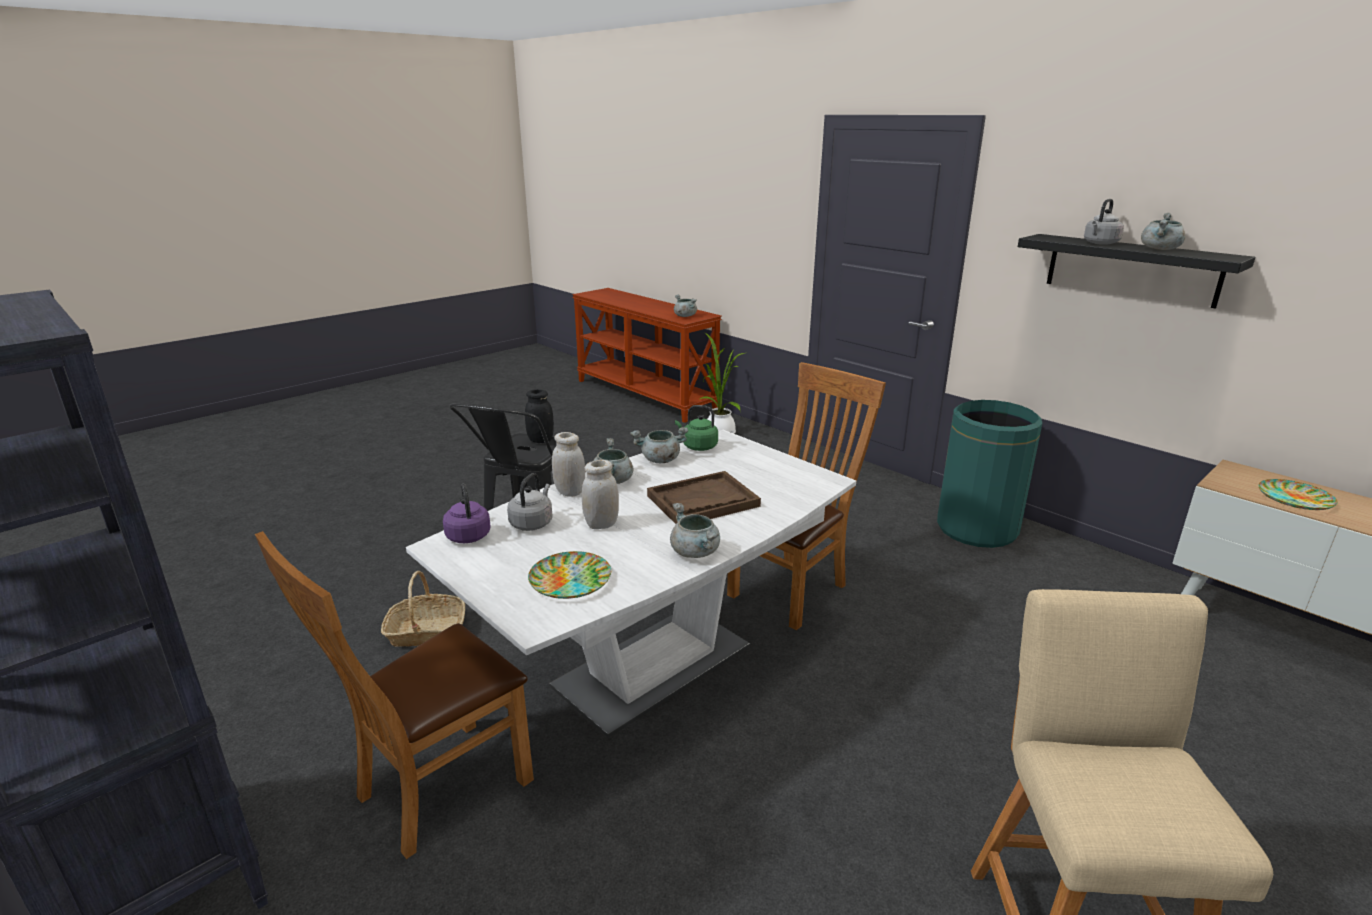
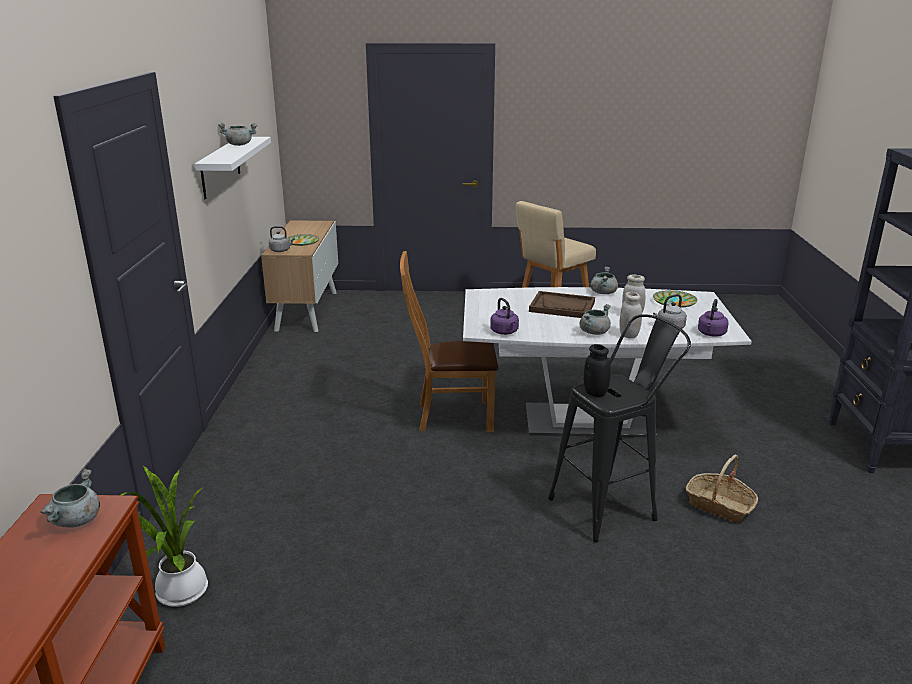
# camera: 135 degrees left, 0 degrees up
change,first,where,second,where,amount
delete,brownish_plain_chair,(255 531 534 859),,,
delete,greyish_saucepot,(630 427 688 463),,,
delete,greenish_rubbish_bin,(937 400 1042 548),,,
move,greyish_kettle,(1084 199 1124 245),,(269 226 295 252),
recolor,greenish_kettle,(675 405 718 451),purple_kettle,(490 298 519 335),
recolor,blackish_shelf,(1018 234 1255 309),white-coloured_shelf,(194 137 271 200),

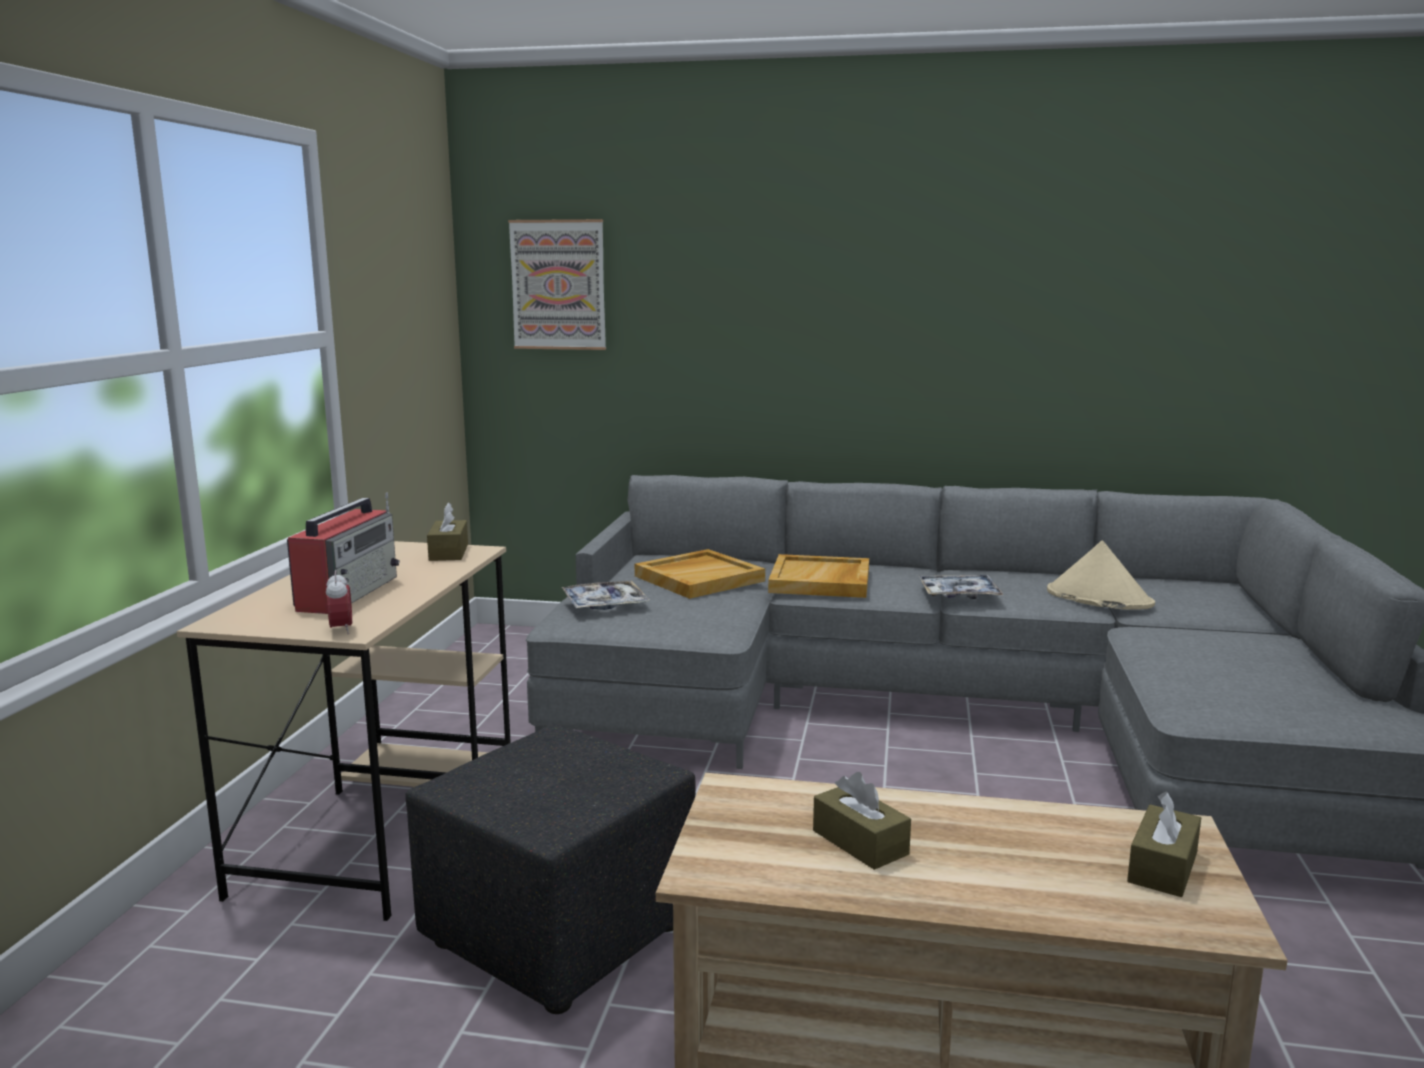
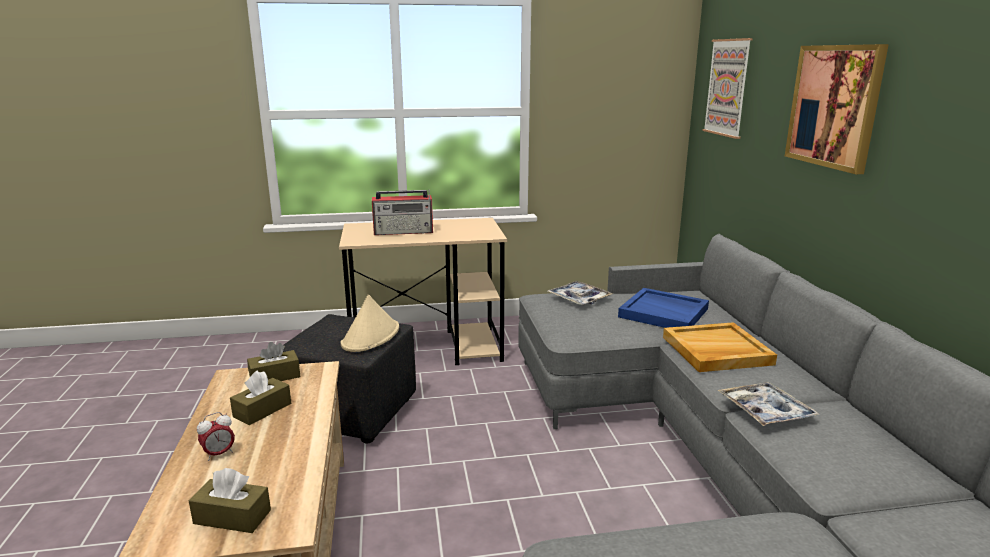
# camera: 70 degrees right, 5 degrees up
change,first,where,second,where,amount
insert,,,wall_art,(785 44 889 174),
move,alarm_clock,(326 570 352 635),,(197 412 235 461),
move,brownish_tissue_box,(427 502 468 561),,(247 342 300 381),
move,beige_clothing_hat,(1047 541 1155 610),,(341 295 399 352),
recolor,beige_serving_tray,(635 549 765 599),blue_serving_tray,(618 288 709 328),

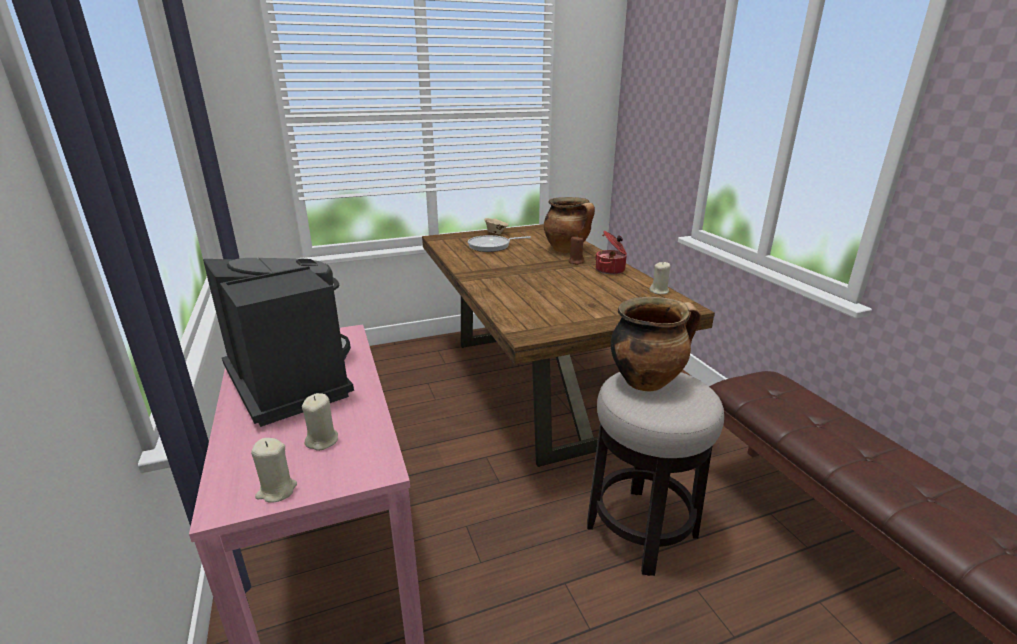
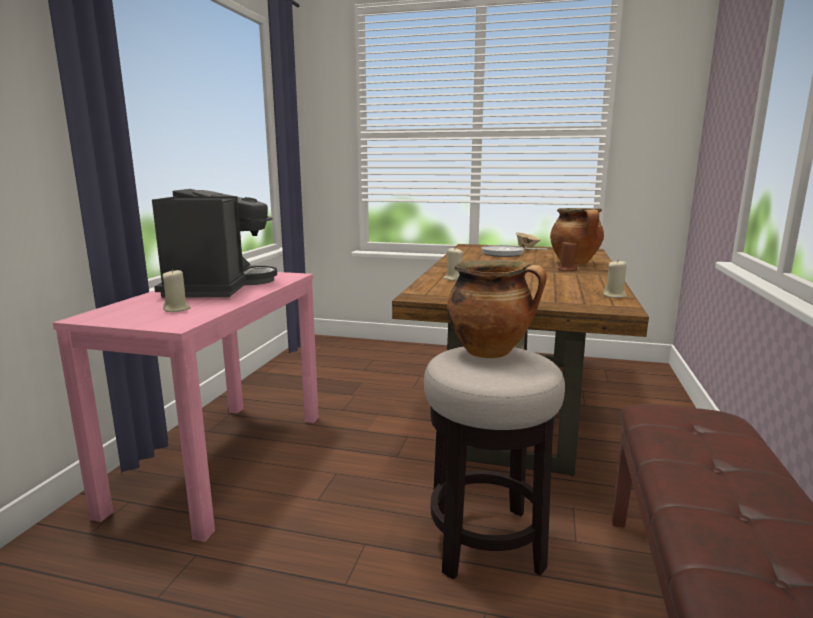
# camera: 35 degrees right, 10 degrees down
change,first,where,second,where,amount
delete,saucepot,(595 231 627 274),,,
move,beige_wax_candle,(251 438 297 503),,(443 247 463 281),

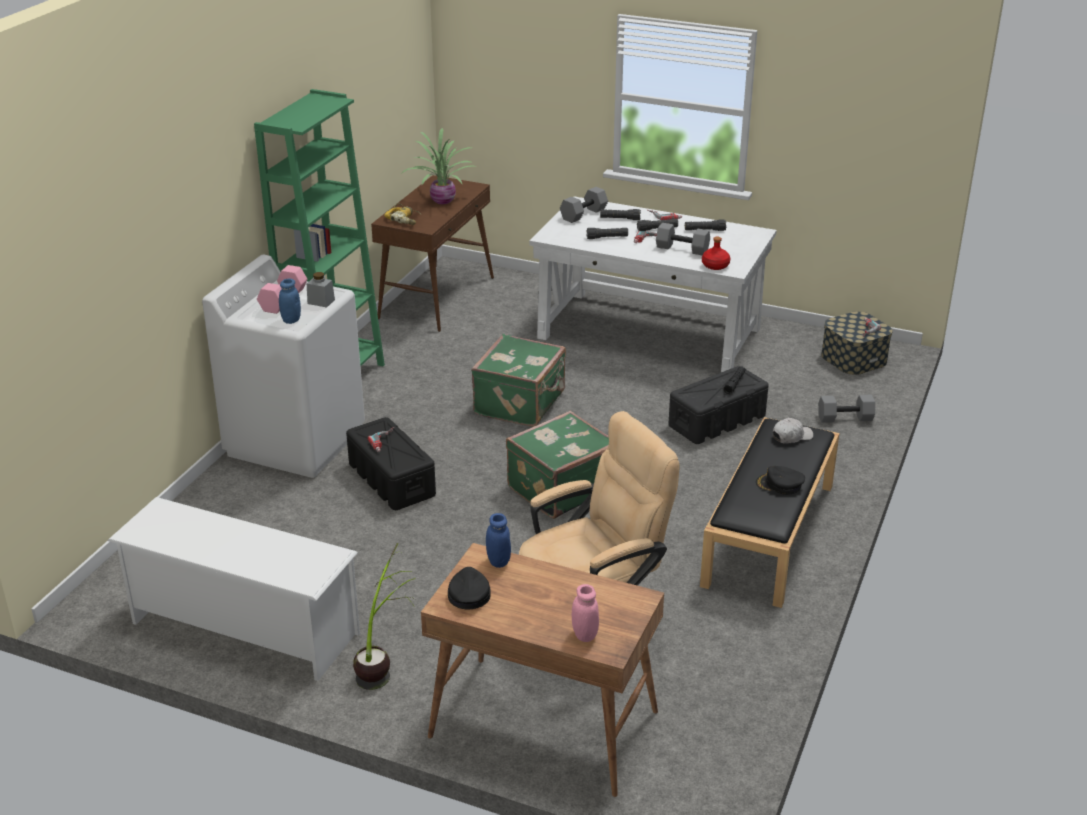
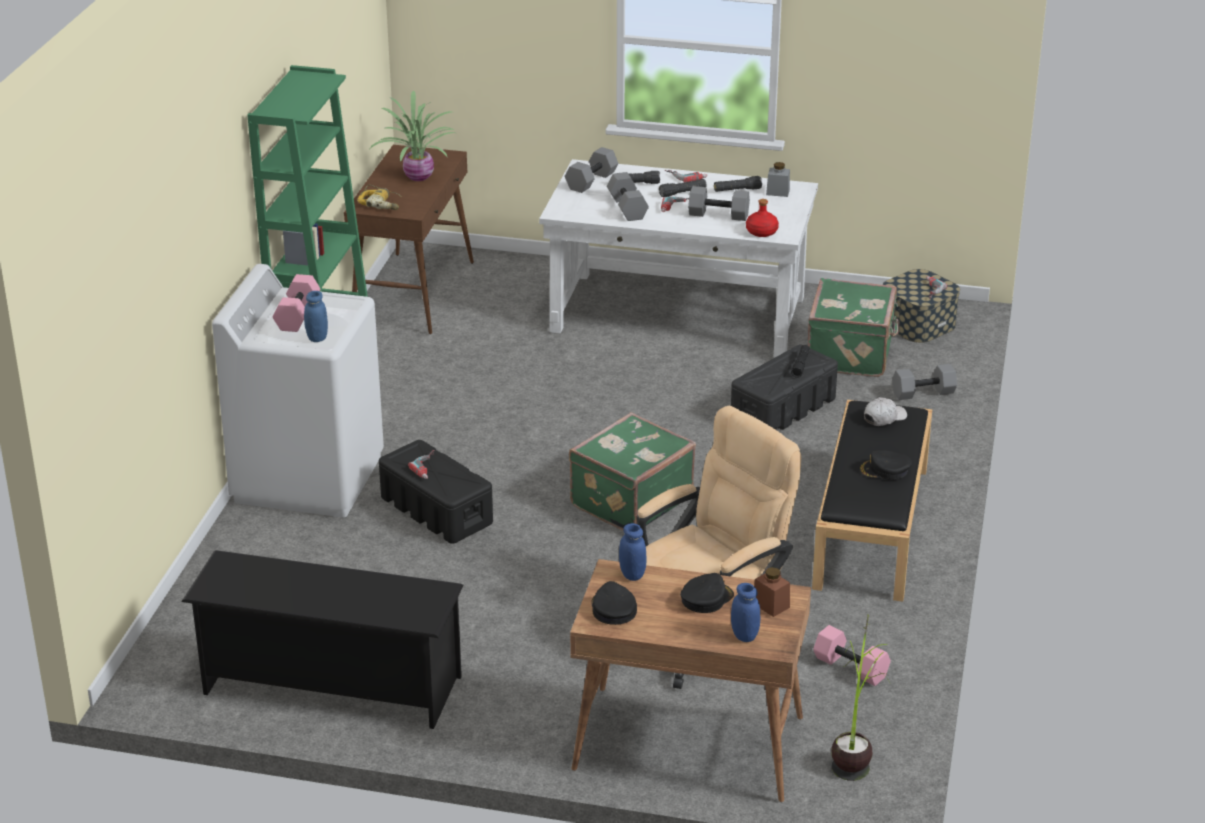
# camera: 10 degrees left, 0 degrees up
change,first,where,second,where,amount
insert,,,blackish_cap,(680 573 734 613),
insert,,,brownish_jar,(754 567 790 617),
insert,,,pink-coloured_hand_weight,(813 625 891 686),
move,greyish_jar,(307 272 335 308),,(766 162 790 197),
move,houseplant,(353 543 416 690),,(831 614 888 781),
move,greenish_suitcase,(471 334 566 427),,(808 278 900 377),
replace,blackish_flashlight,(586 228 628 239),greyish_hand_weight,(607 172 649 221),
recolor,white-coloured_shoe_rack,(107 497 360 681),blackish_shoe_rack,(181 550 464 729),
recolor,pink-coloured_jar,(572 584 599 642),blue_jar,(731 583 760 642),

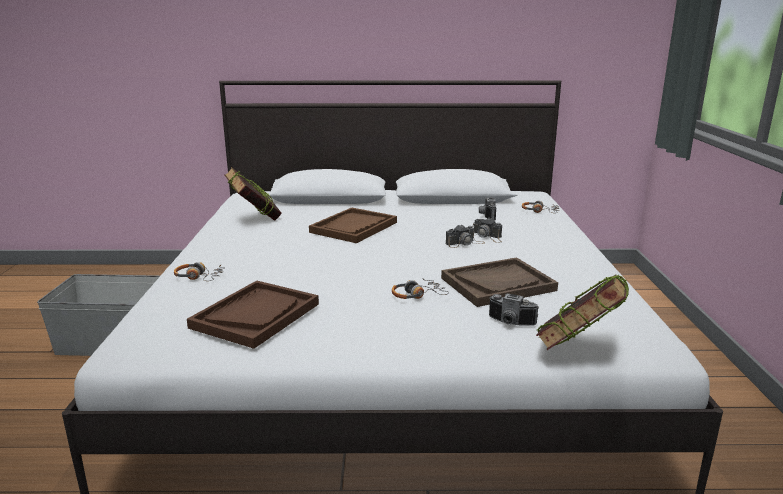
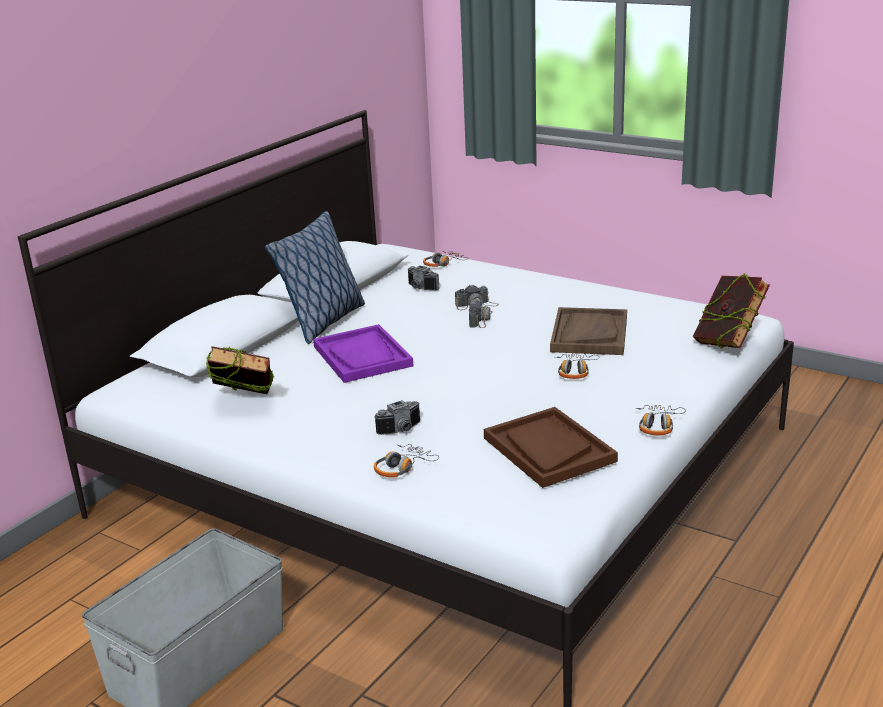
# camera: 55 degrees left, 5 degrees up
change,first,where,second,where,amount
insert,,,cushion,(265 211 365 344),
insert,,,pair_of_headphones,(635 405 686 435),
move,photo_camera,(489 293 539 326),,(374 400 420 435),
recolor,brownish_serving_tray,(309 208 397 243),purple_serving_tray,(313 324 414 383),

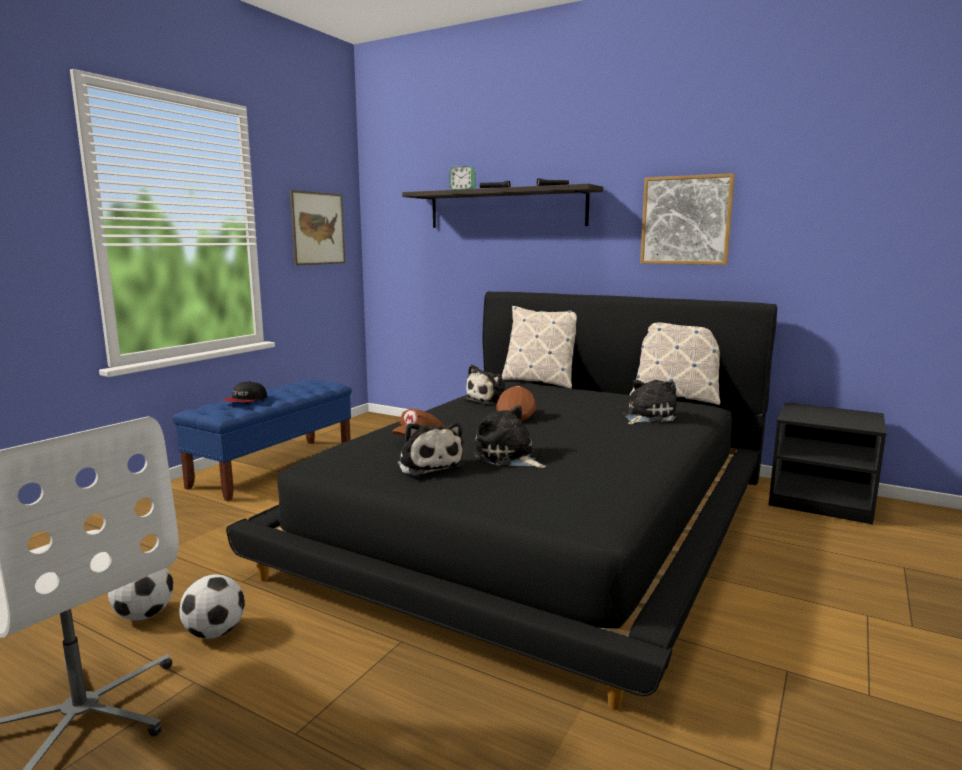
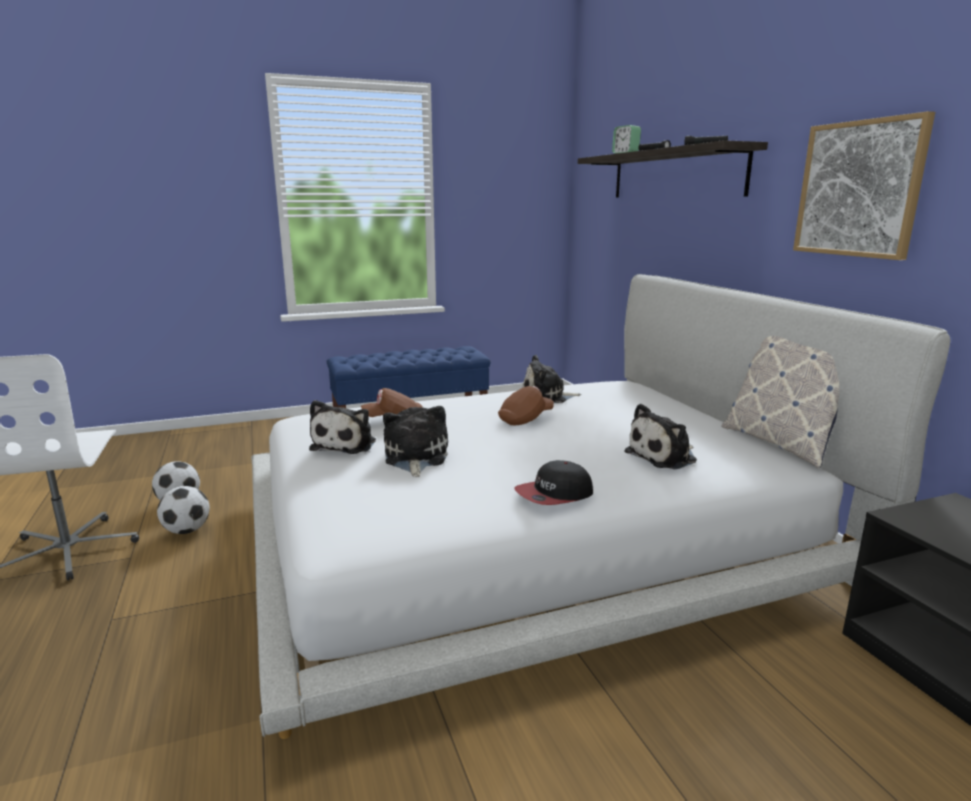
# camera: 40 degrees right, 5 degrees up
change,first,where,second,where,amount
delete,wall_art,(290 190 345 266),,,
delete,cushion,(502 306 577 389),,,
move,cap,(223 381 267 402),,(514 460 593 505),
recolor,blackish_sleeping_bed,(226 291 777 710),white-coloured_sleeping_bed,(251 274 950 739),
rotate,cuddly_toy,(623 380 678 424),,(624 404 697 469),150 degrees clockwise

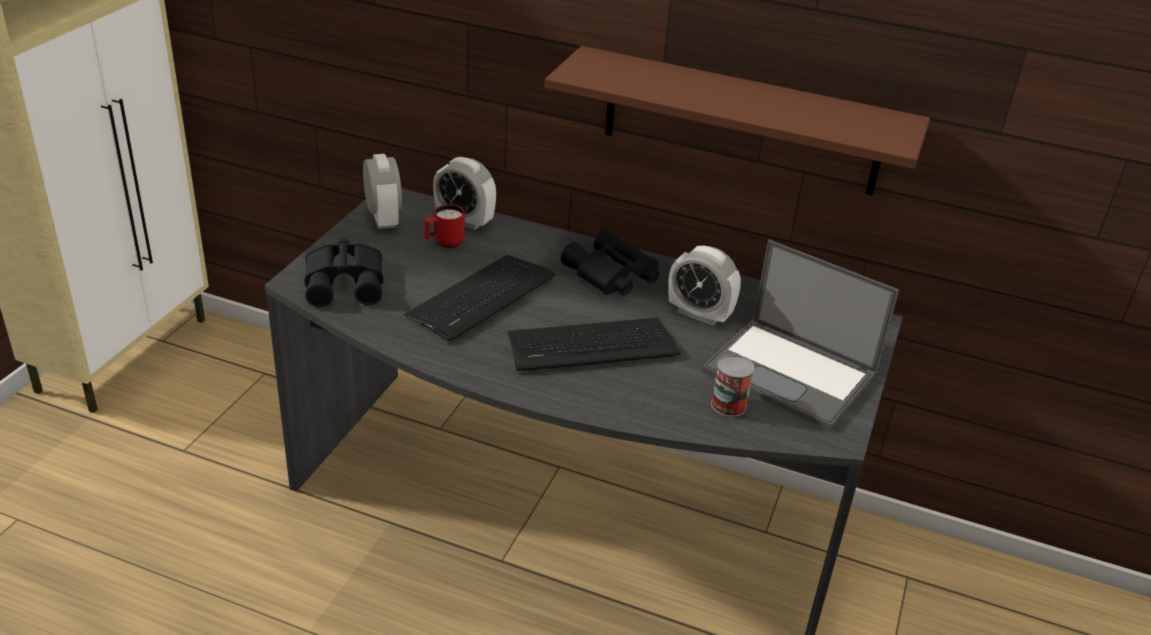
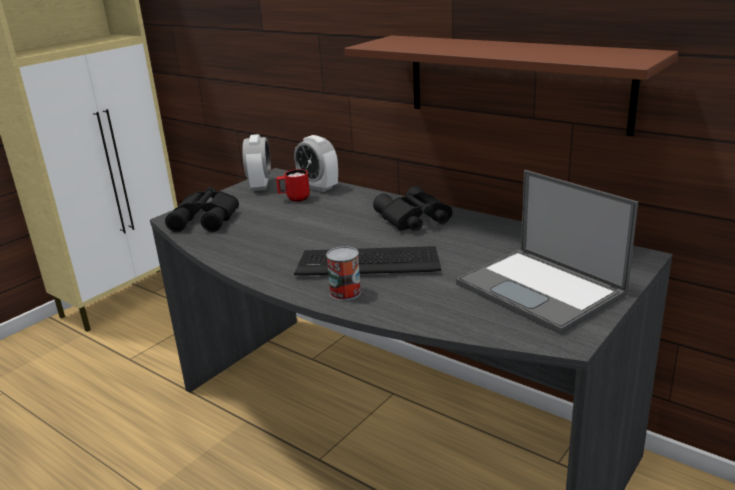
# camera: 20 degrees right, 10 degrees down
change,first,where,second,where,amount
delete,computer_keyboard,(404 255 555 341),,,
delete,alarm_clock,(668 246 741 326),,,
move,metal_can,(711 355 754 417),,(326 246 361 301),

